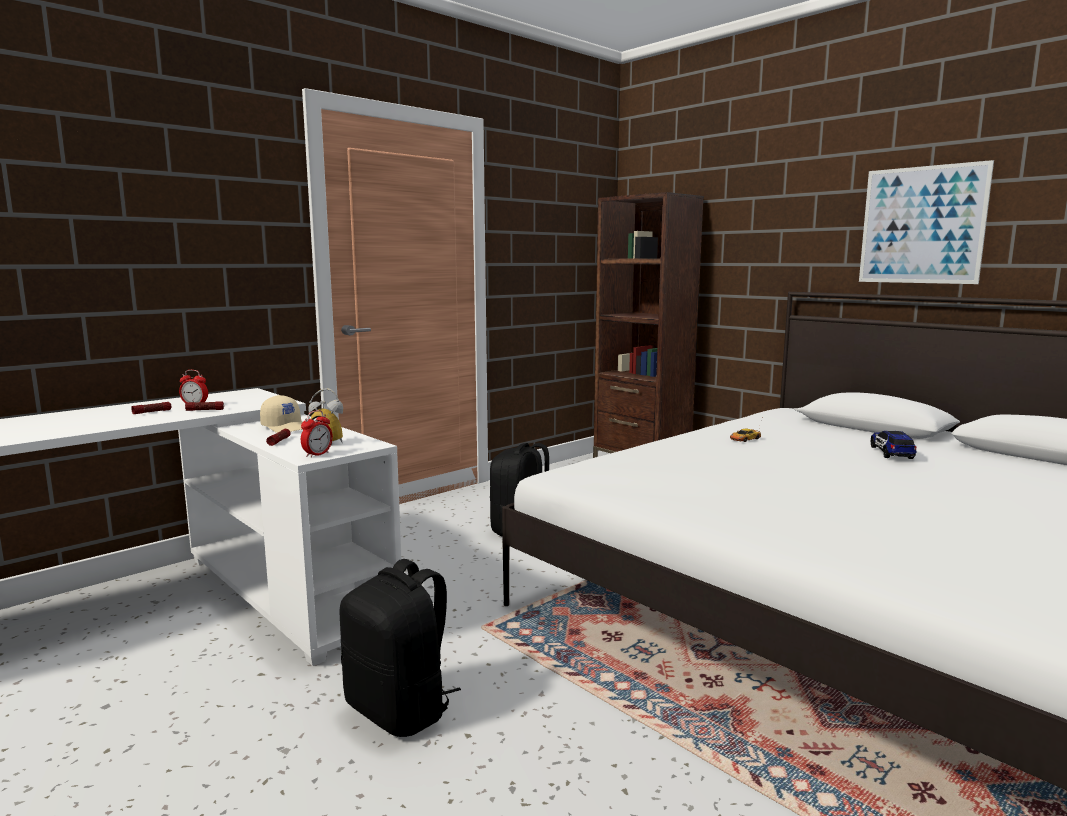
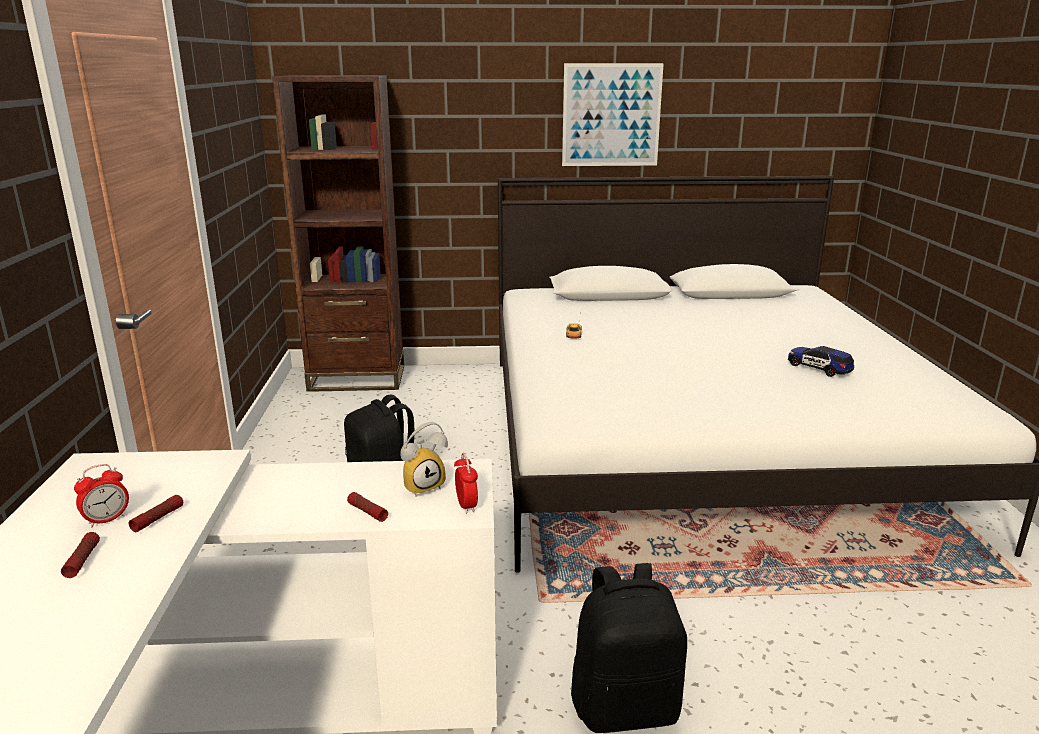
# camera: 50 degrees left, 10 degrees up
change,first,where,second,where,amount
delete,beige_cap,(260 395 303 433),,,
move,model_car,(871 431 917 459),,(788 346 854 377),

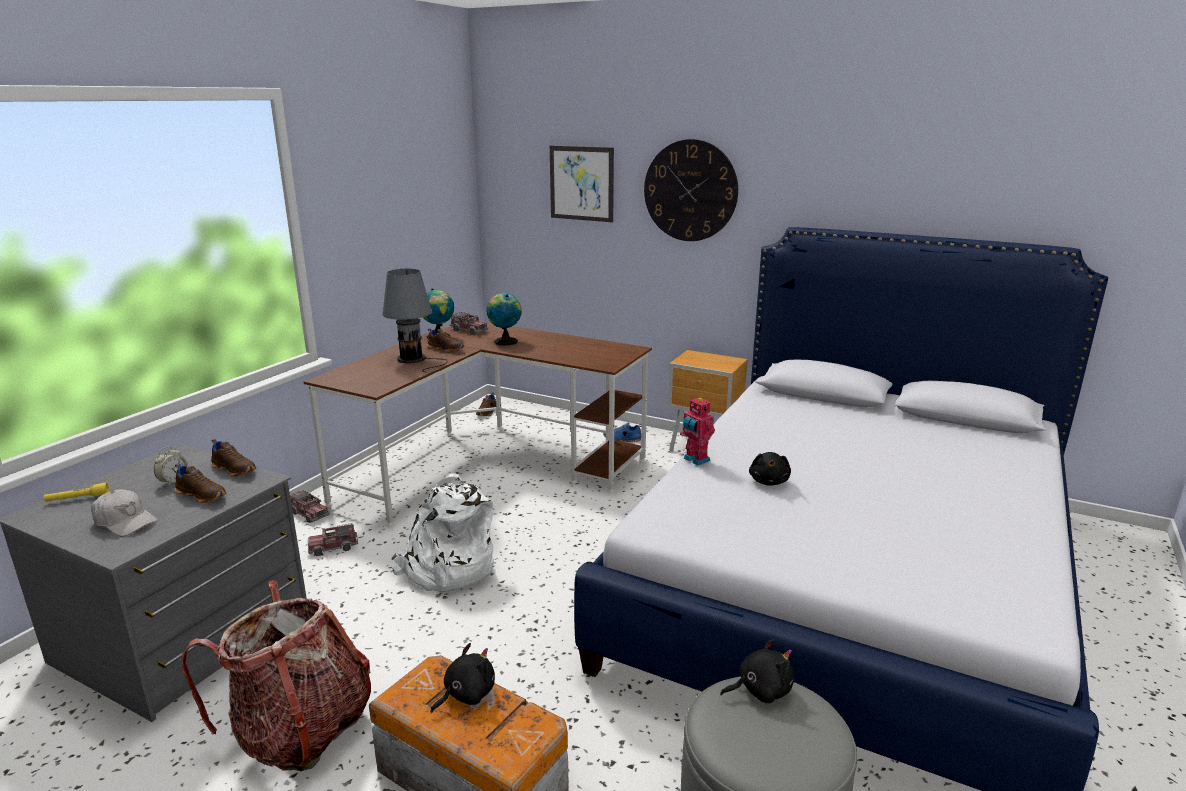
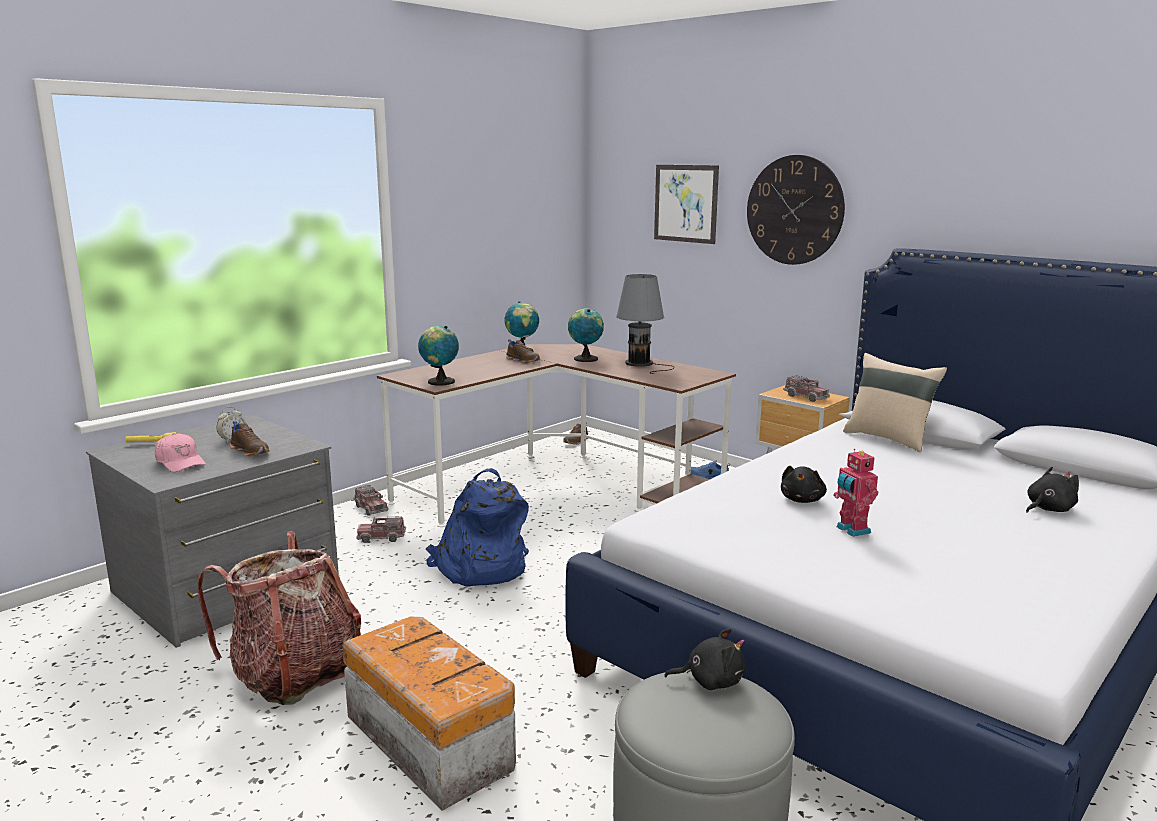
# camera: 15 degrees right, 5 degrees down
change,first,where,second,where,amount
delete,brownish_item_of_footwear,(211 439 256 477),,,
insert,,,globe,(418 326 459 385),
insert,,,beige_cushion,(843 353 947 452),
move,greyish_lamp_for_a_table,(382 268 448 372),,(616 274 675 374),
move,blackish_cuddly_toy,(430 643 495 713),,(1026 467 1079 513),
move,model_truck,(449 312 488 335),,(783 375 830 402),
move,model_robot,(680 396 715 466),,(833 449 878 537),
recolor,white-coloured_cap,(91 489 157 536),pink-coloured_cap,(155 433 206 472),
recolor,white-coloured_rucksack,(391 473 494 592),blue_rucksack,(426 468 529 587),

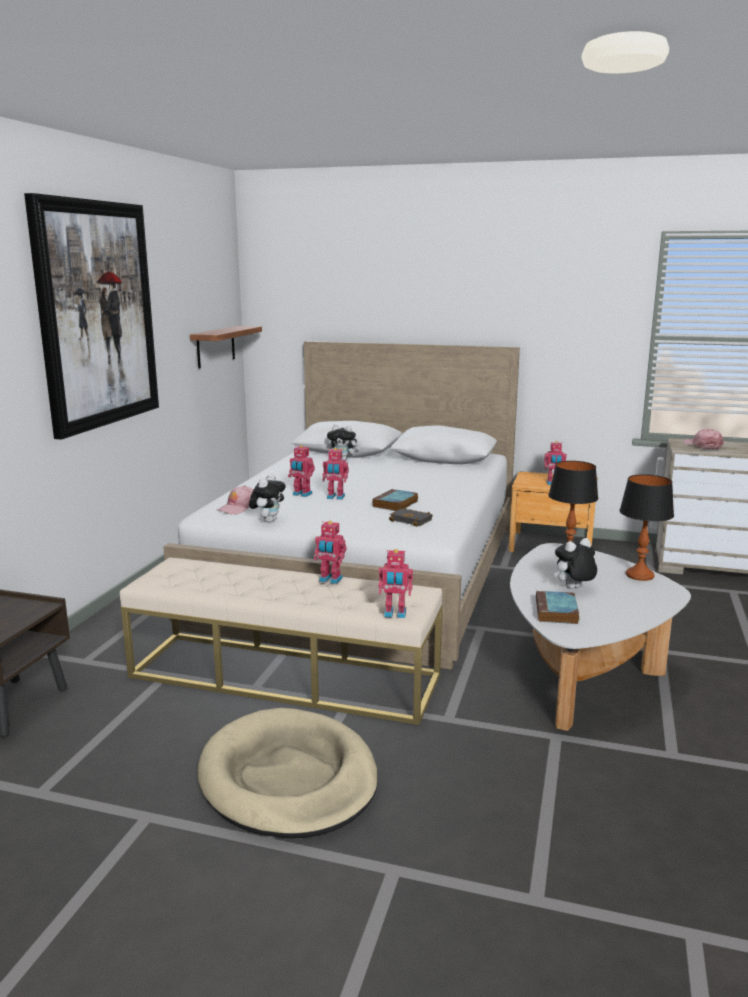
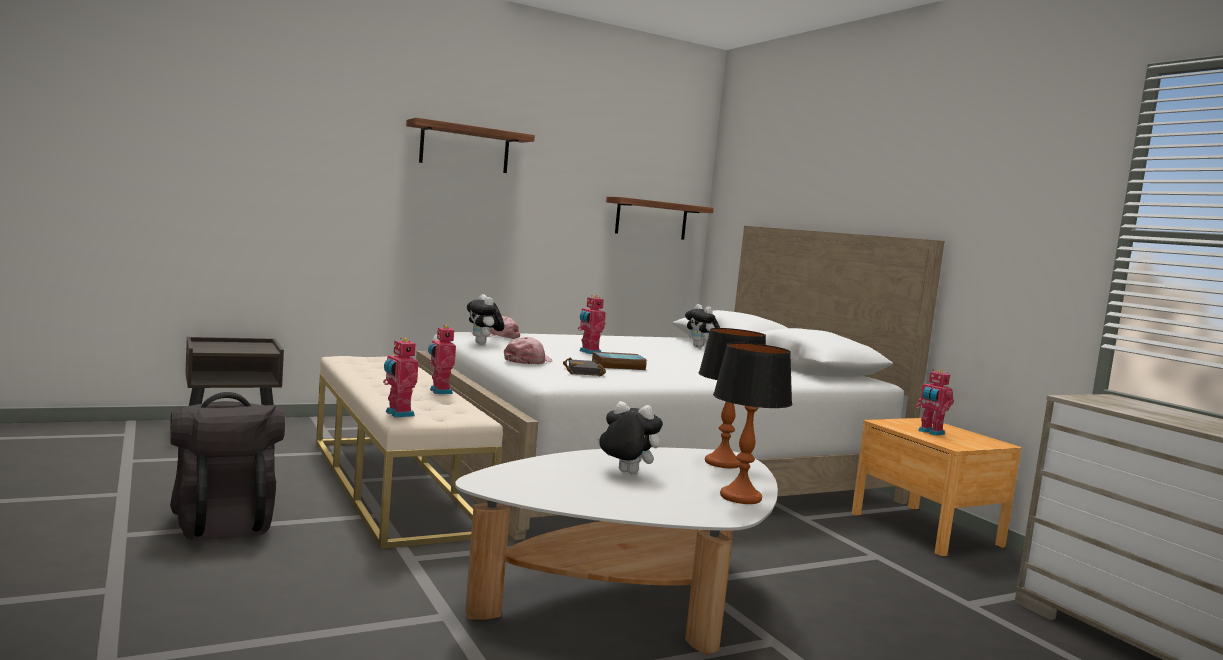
# camera: 45 degrees right, 10 degrees down
change,first,where,second,where,amount
delete,model_robot,(288 445 315 497),,,
delete,volume,(536 591 579 624),,,
move,pink-coloured_cap,(683 428 724 449),,(504 337 552 364),
replace,wall_art,(24 193 159 439),shelf,(406 118 535 173),
replace,beige_pet_bed,(197 708 378 838),blackish_rucksack,(170 392 285 541),
rotate,cuddly_toy,(249 474 286 523),,(467 294 504 344),90 degrees clockwise

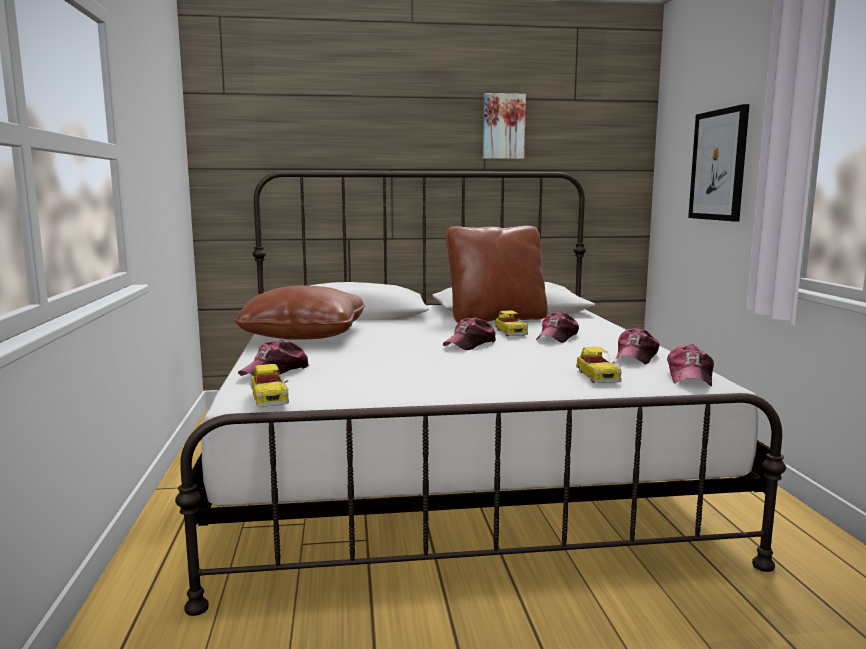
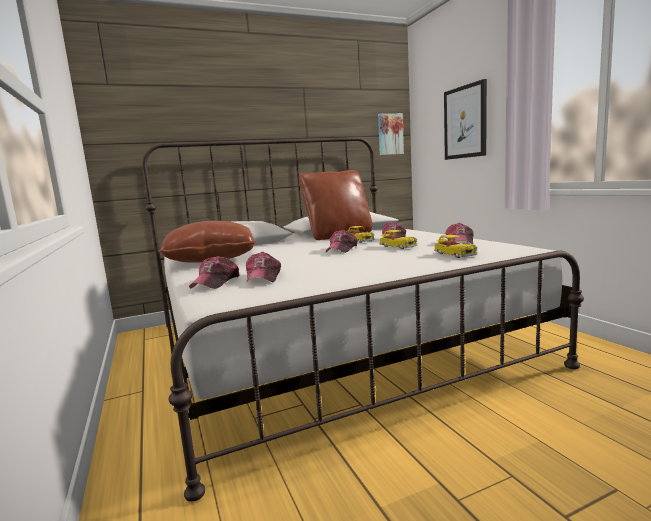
# camera: 15 degrees left, 0 degrees up
change,first,where,second,where,amount
move,model_car,(249 364 289 407),,(379 230 417 249),
move,wall_art,(483 93 526 159),,(378 113 404 155),
move,cap,(667 344 714 386),,(246 252 281 283),

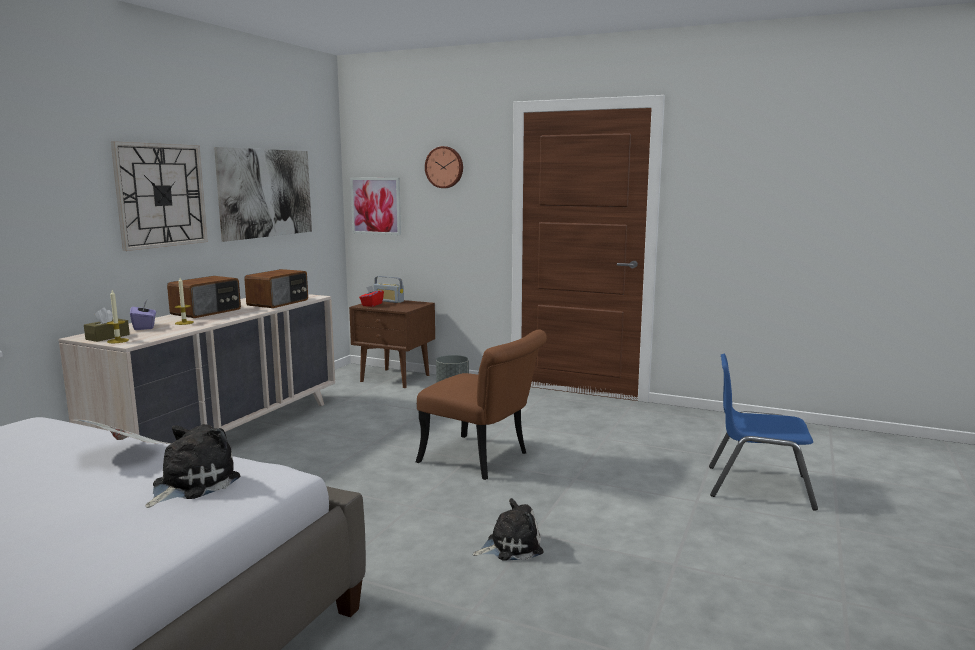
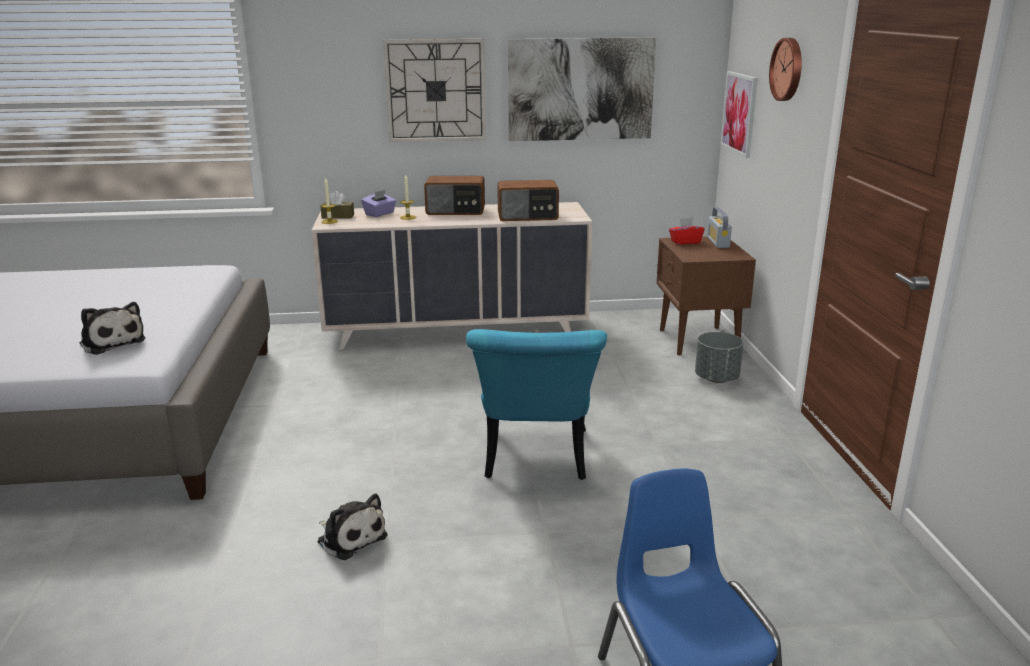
# camera: 60 degrees right, 10 degrees up
change,first,where,second,where,amount
delete,printed_paper,(75 419 171 444),,,
recolor,brownish_plain_chair,(416 329 547 480),turquoise-coloured_plain_chair,(466 329 607 480),
rotate,cuddly_toy,(145 424 240 508),,(80 302 146 355),45 degrees clockwise

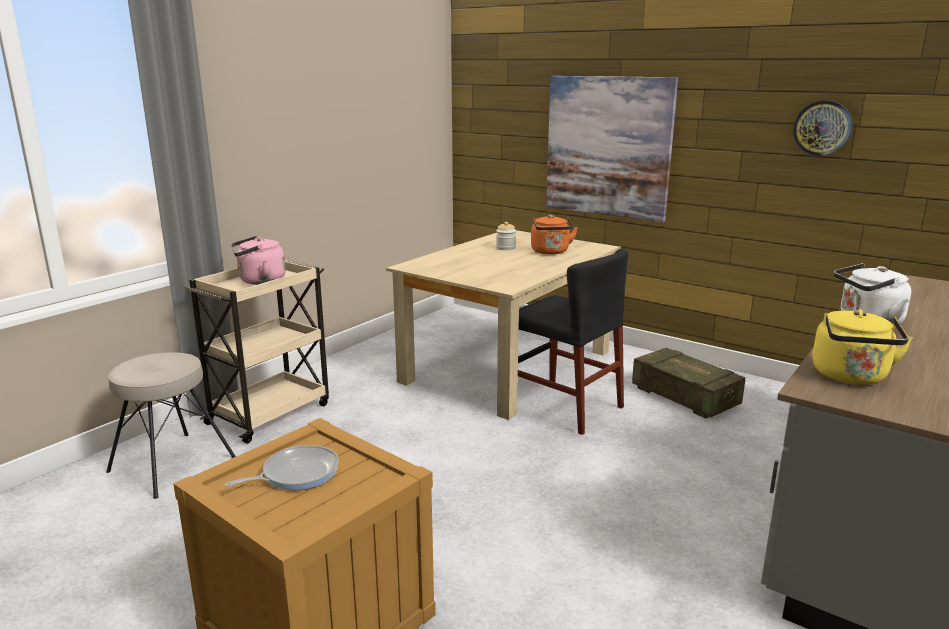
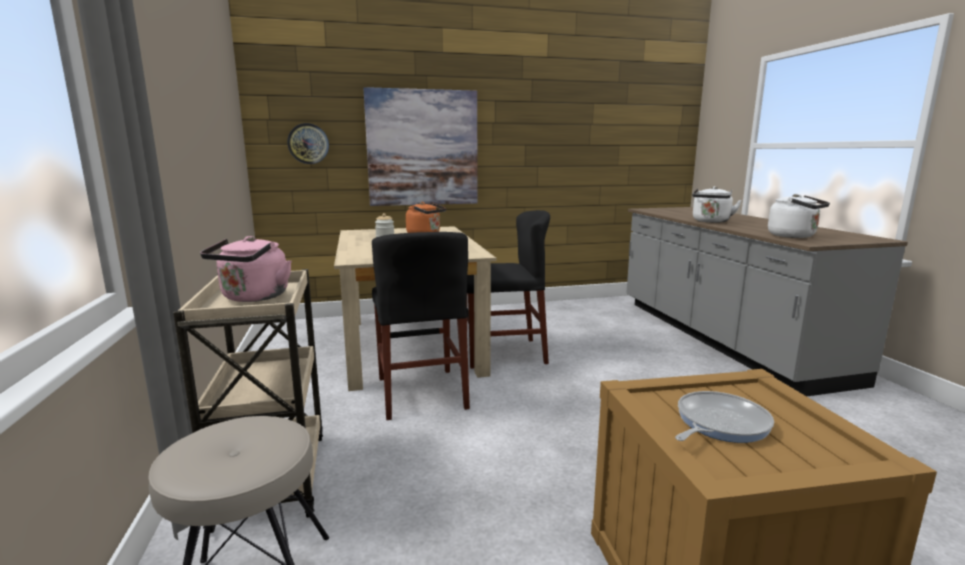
# camera: 50 degrees left, 5 degrees down
change,first,where,second,where,amount
delete,shipping_crate,(632 348 745 419),,,
insert,,,blackish_plain_chair,(372 232 470 420),
move,clock_on_the_wall,(793 100 853 156),,(287 123 329 164),
recolor,yellow-coloured_kettle,(812 309 913 385),white-coloured_kettle,(768 194 830 238),
rotate,pan,(225 445 339 491),,(675 391 774 443),45 degrees clockwise

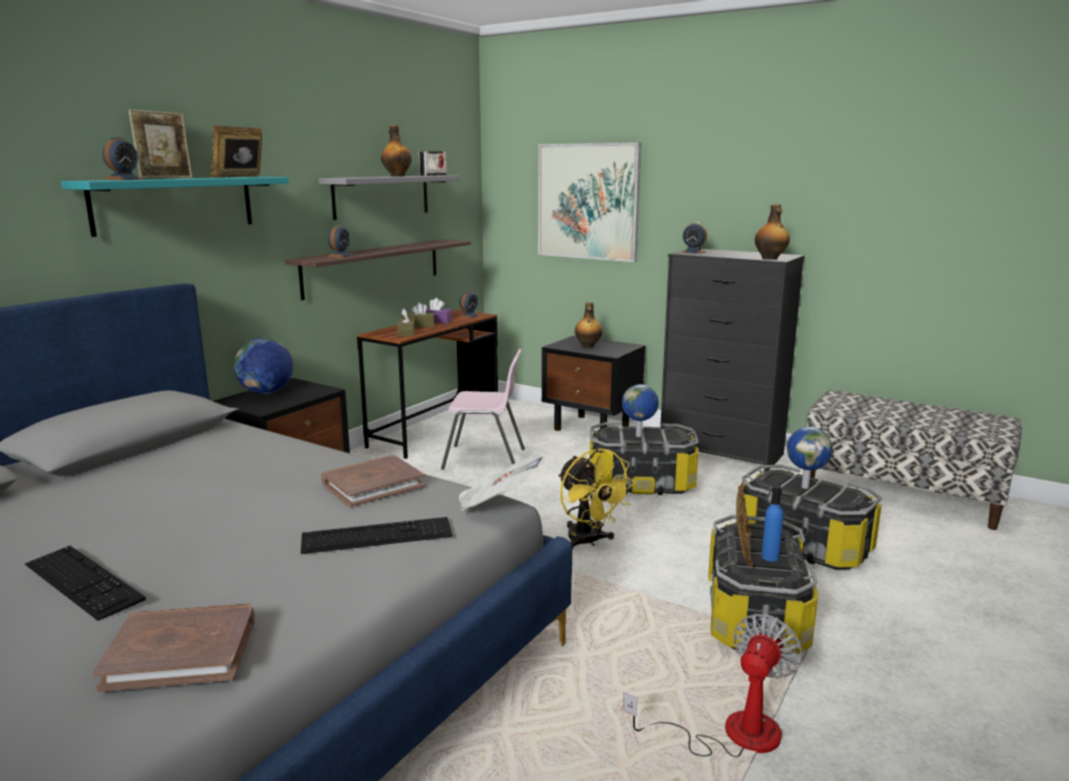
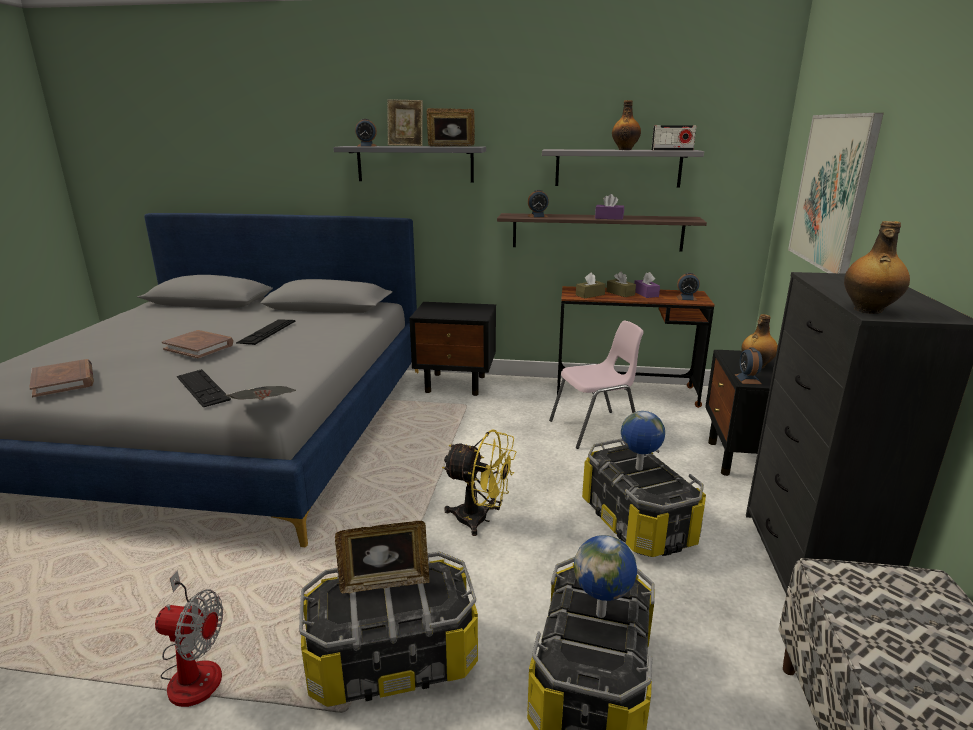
# camera: 65 degrees right, 5 degrees up
change,first,where,second,where,amount
delete,globe,(234 338 293 394),,,
delete,blue_beverage_bottle,(761 485 783 562),,,
insert,,,purple_tissue_box,(595 194 624 220),
move,computer_keyboard,(25 546 146 621),,(236 320 295 345),
move,brownish_volume,(321 455 425 507),,(162 330 233 358),
move,alarm_clock,(682 222 707 254),,(735 348 763 384),
recolor,turquoise-coloured_shelf,(61 177 289 237),greyish_shelf,(333 146 486 183),
rotate,pink-coloured_plain_chair,(441 349 525 470),,(549 320 644 449),90 degrees counterclockwise
rotate,yellow-coloured_electric_fan,(558 448 636 550),,(442 429 516 536),105 degrees counterclockwise

